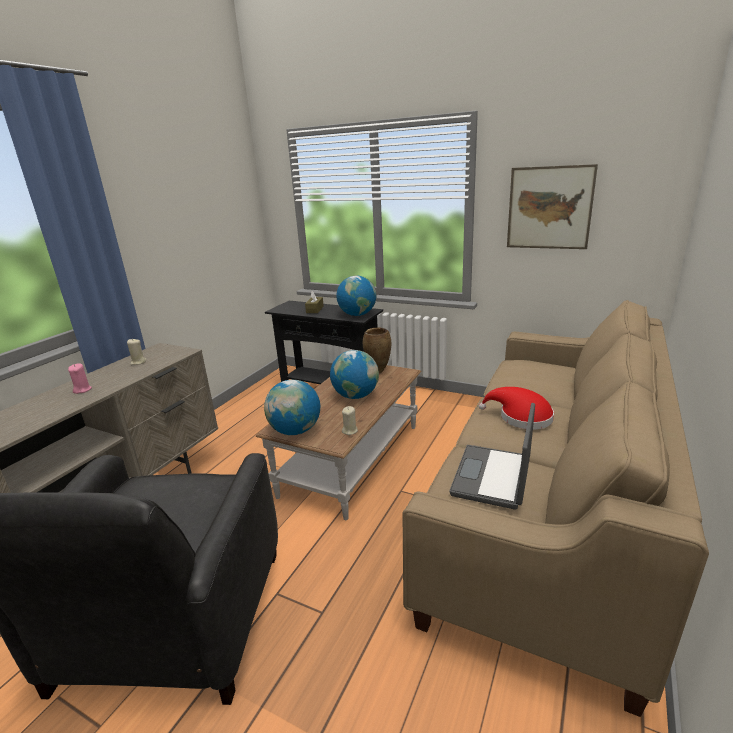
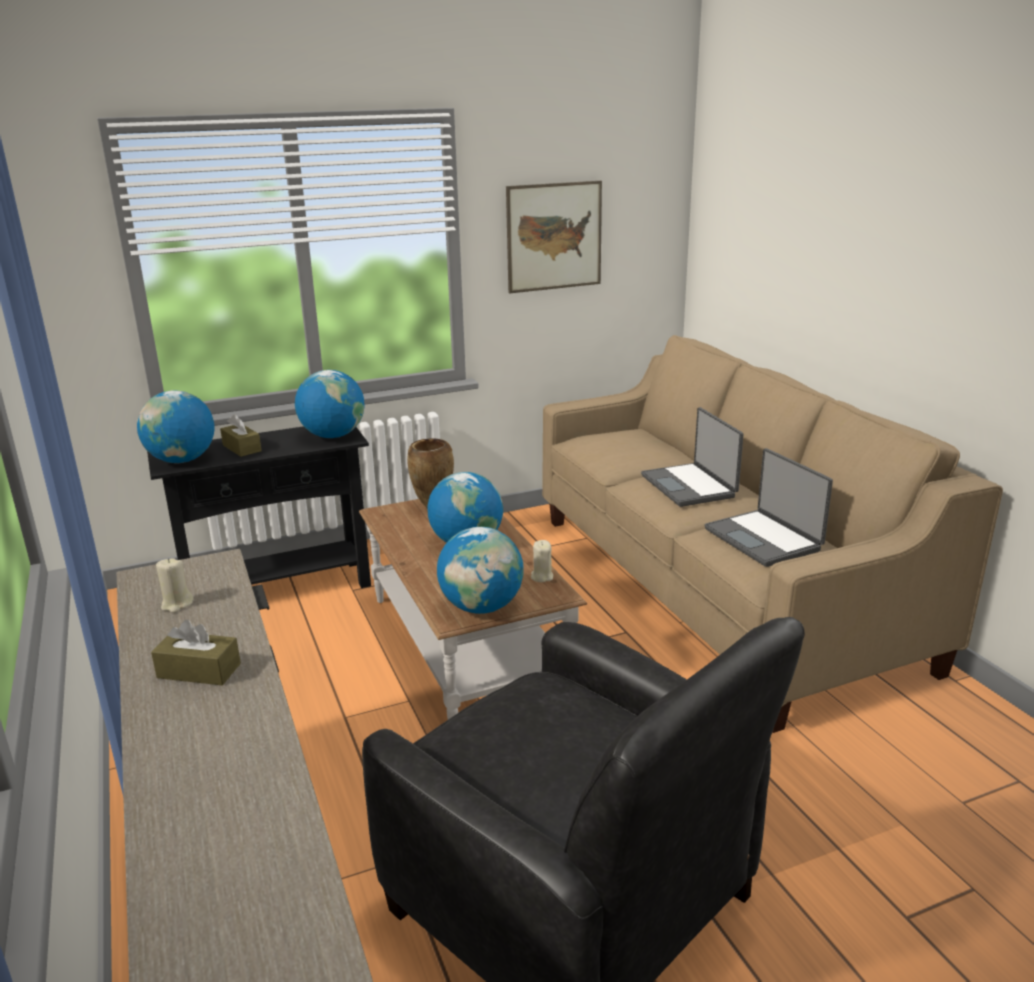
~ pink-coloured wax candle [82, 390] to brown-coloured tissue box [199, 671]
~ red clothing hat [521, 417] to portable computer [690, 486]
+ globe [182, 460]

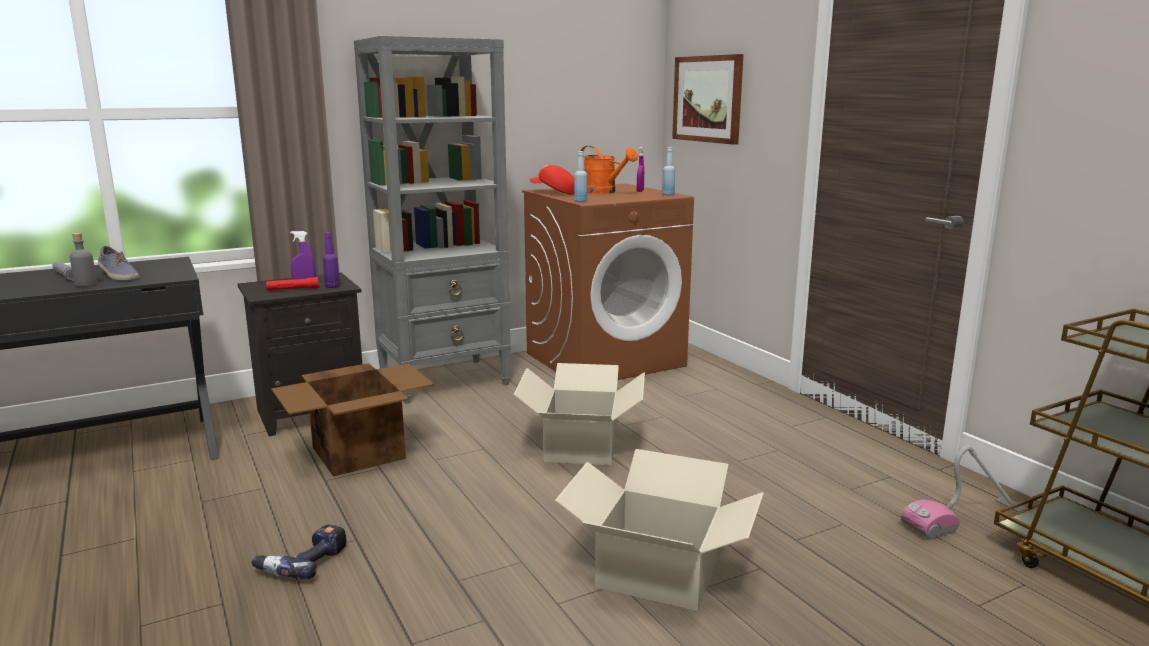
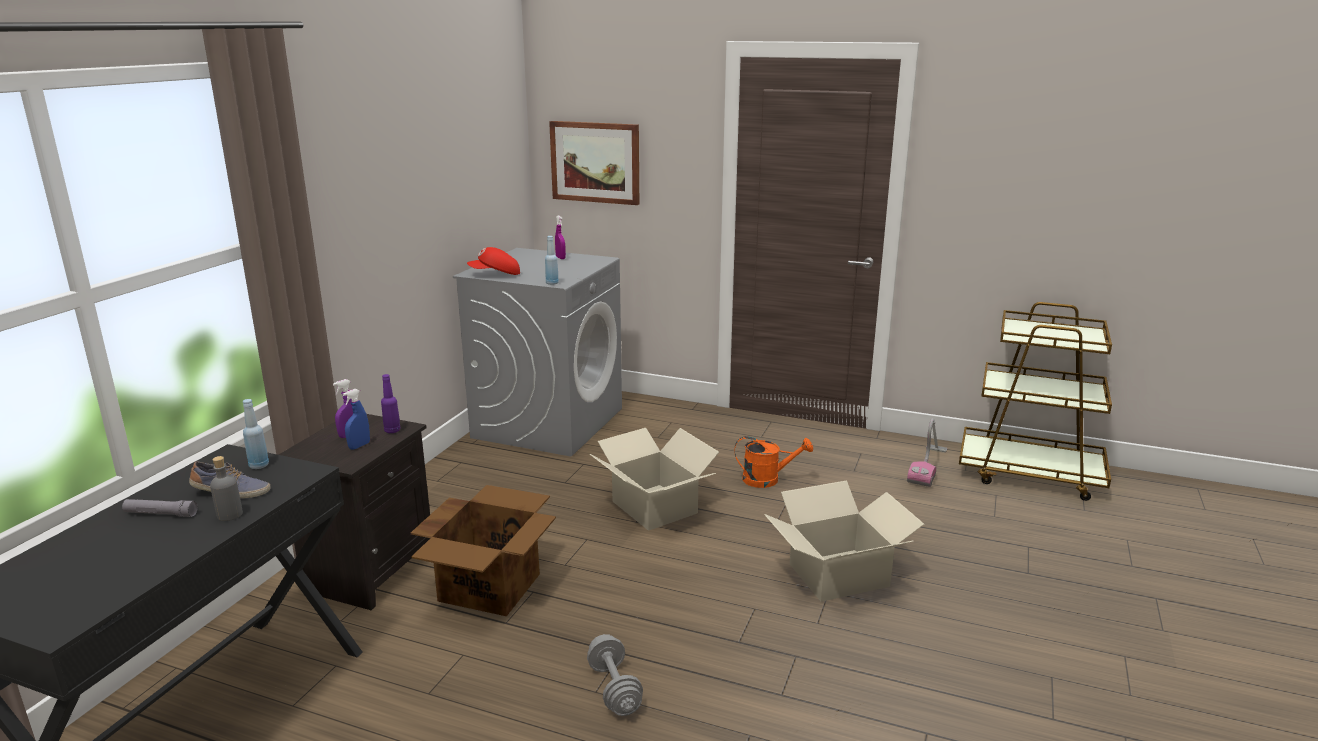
- gray bookshelf [445, 380]
~ orangey watering can [604, 192] to [767, 479]
~ bluish beverage bottle [668, 194] to [259, 465]
~ brown-coloured laundry machine [605, 359] to gray laundry machine [548, 422]
~ red hand torch [293, 289] to bluish spray bottle [359, 446]
~ power drill [303, 562] to gray hand weight [614, 689]

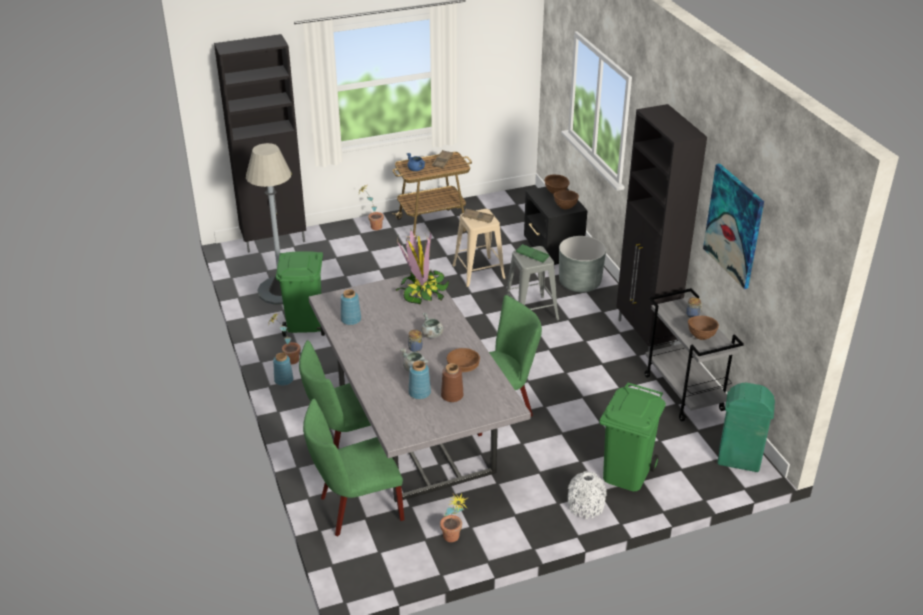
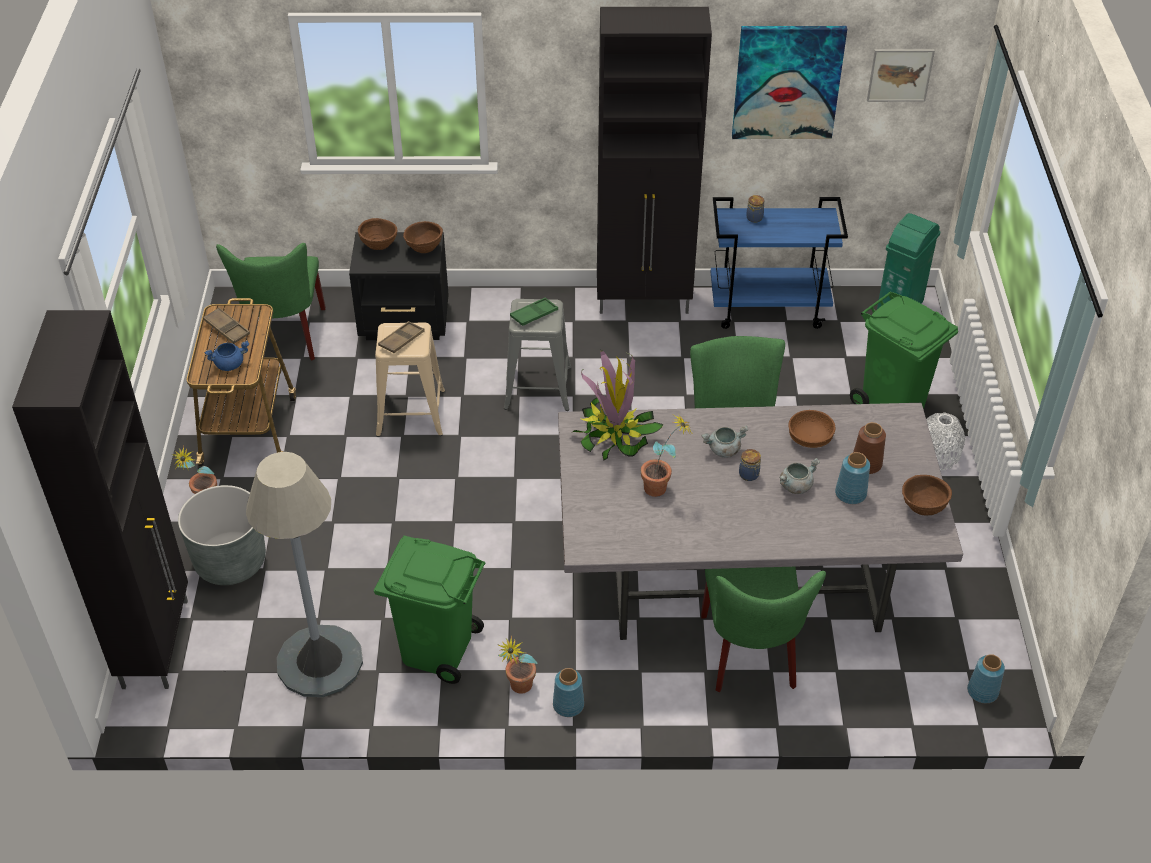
~ gray flower pot [580, 283] to [230, 561]
~ gray wheeled cart [684, 393] to bluish wheeled cart [769, 308]
~ bluish decorative vase [351, 320] to [982, 691]
~ brown-coloured deep dish [701, 337] to [922, 509]
~ greenish plain chair [356, 509] to [285, 338]
~ potted plant [453, 539] to [662, 487]
+ wall picture [900, 74]

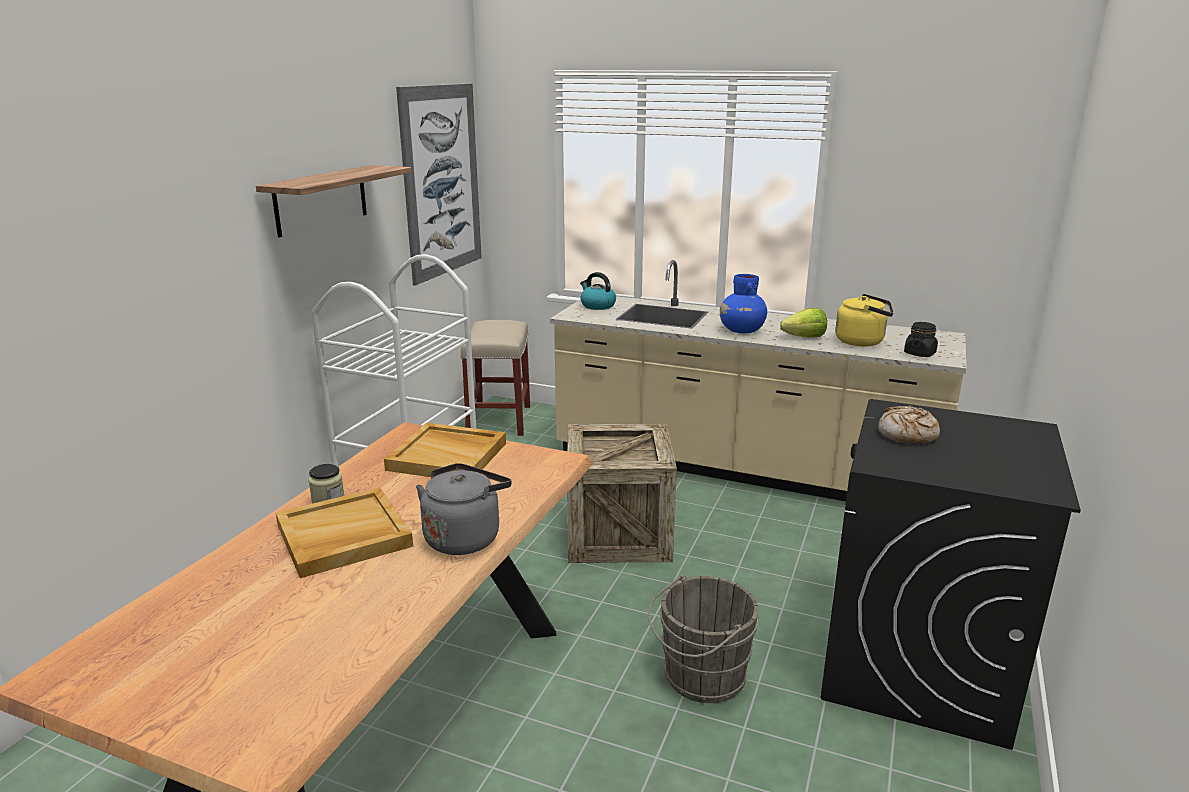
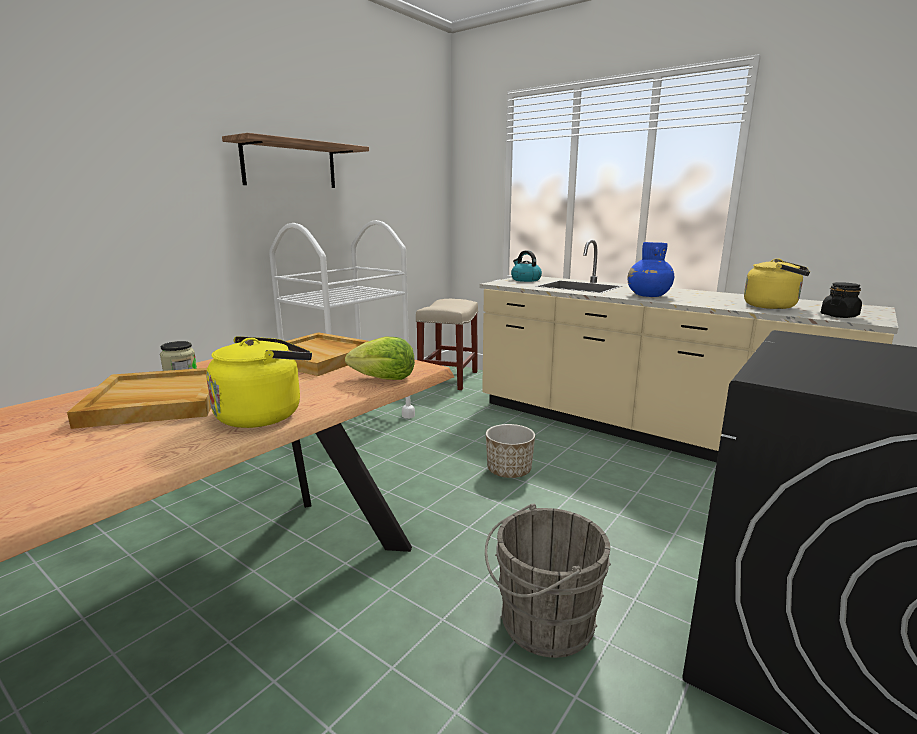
- wall picture [441, 181]
~ head of lettuce [805, 337] to [384, 379]
- bread [907, 434]
~ crate [618, 534] to flower pot [509, 471]
~ gray water kettle [464, 537] to yellowish water kettle [264, 414]

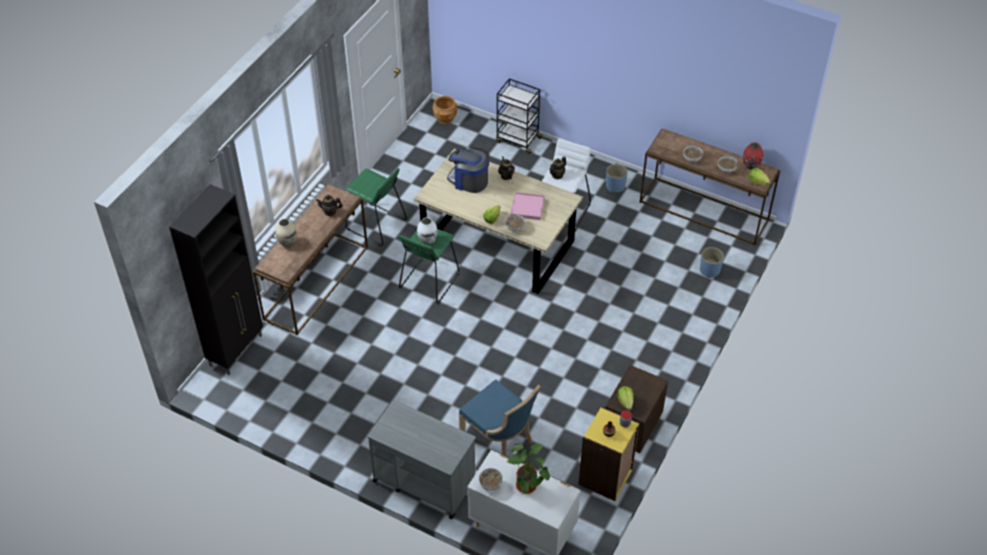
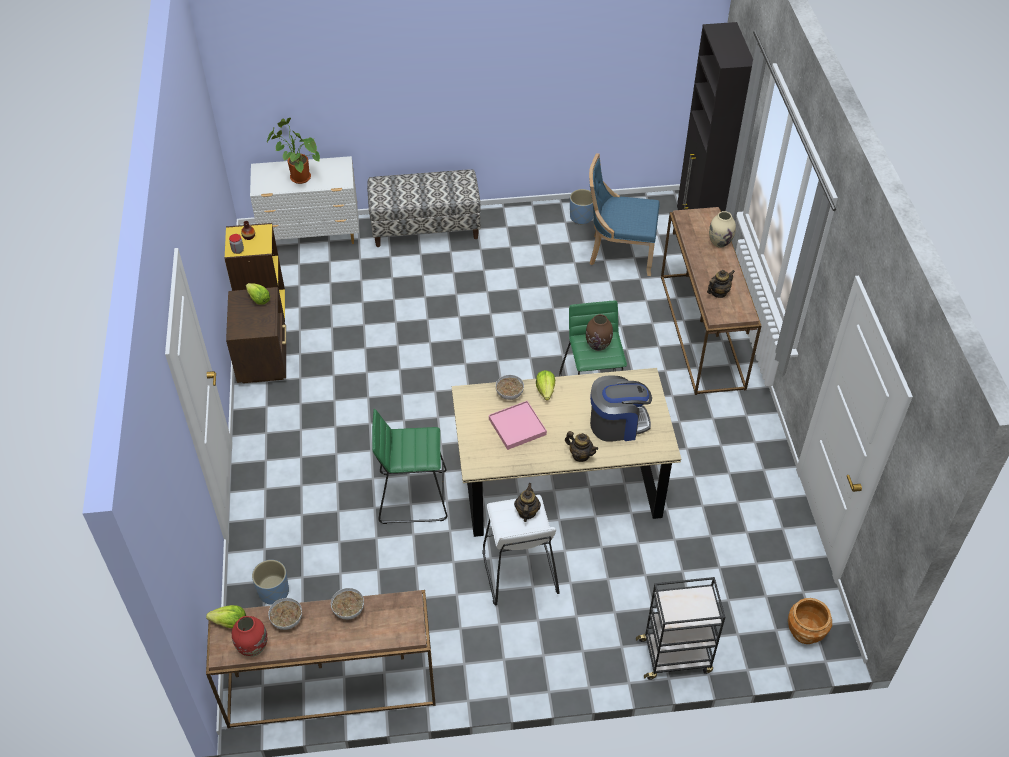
~ bluish flower pot [615, 186] to [581, 217]
~ greenish stool seat [376, 225] to [413, 496]
~ white-coloured decorative vase [427, 240] to brown-coloured decorative vase [598, 345]
~ bluish plain chair [499, 439] to [619, 253]
~ gray wheeled cart [423, 481] to long seat [425, 228]
- deep dish [491, 484]

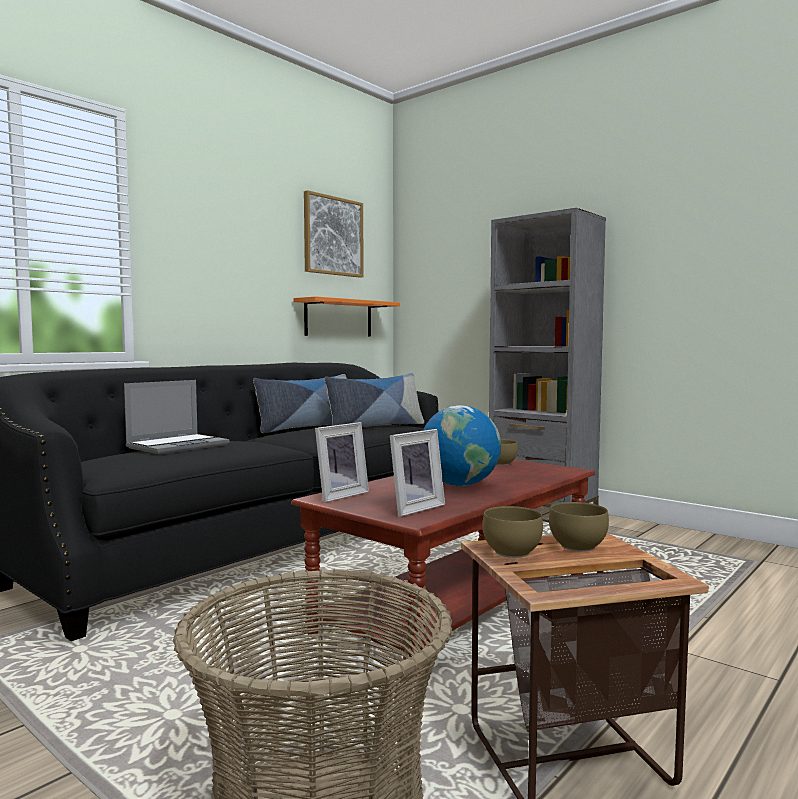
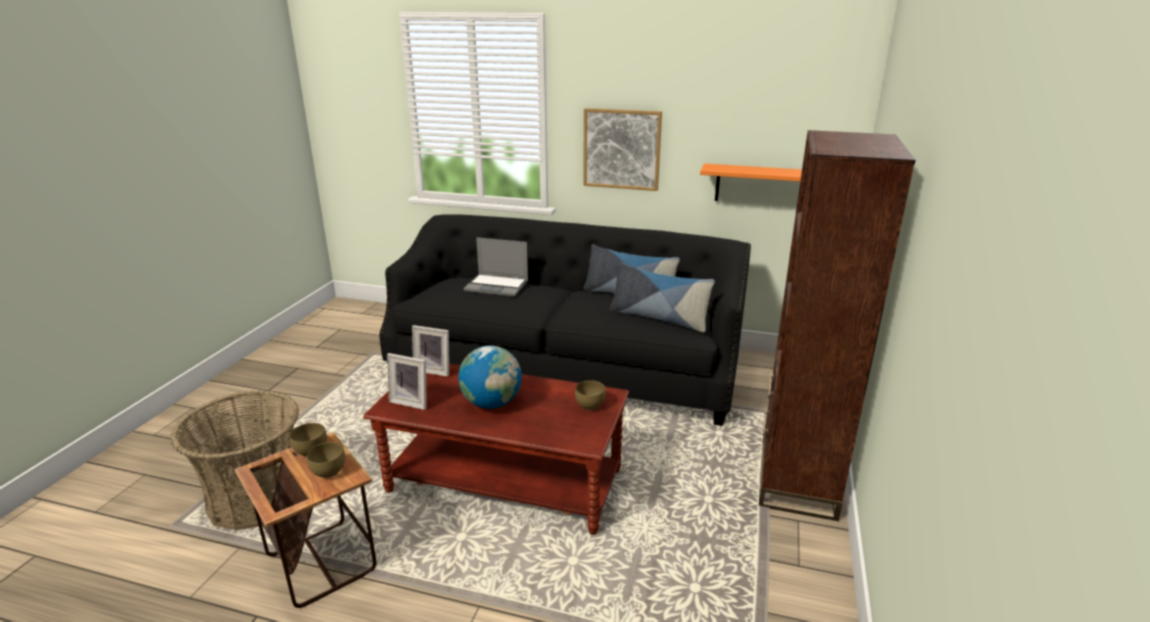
~ wall picture [333, 236] to [622, 149]
~ gray bookshelf [542, 513] to brown-coloured bookshelf [796, 479]

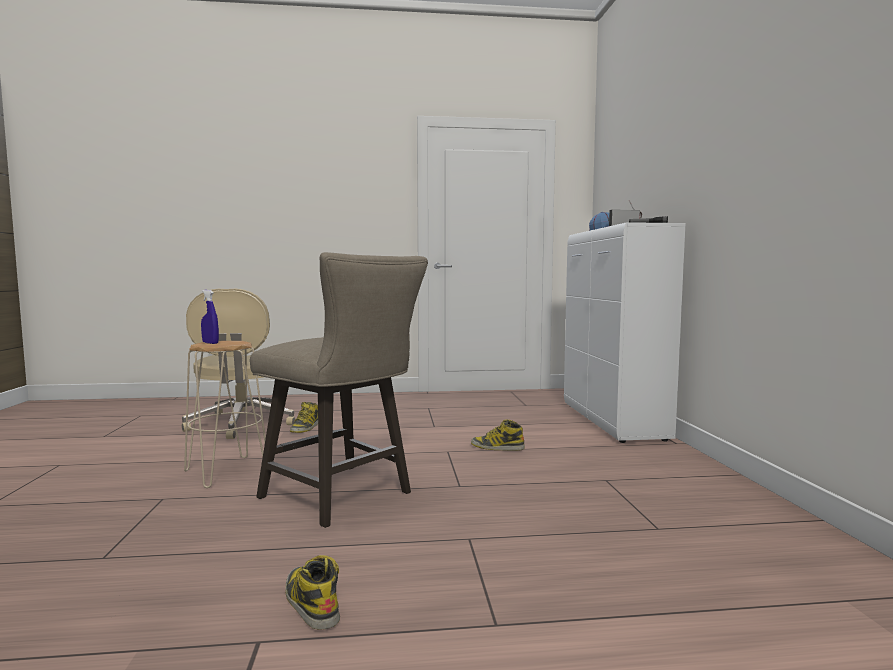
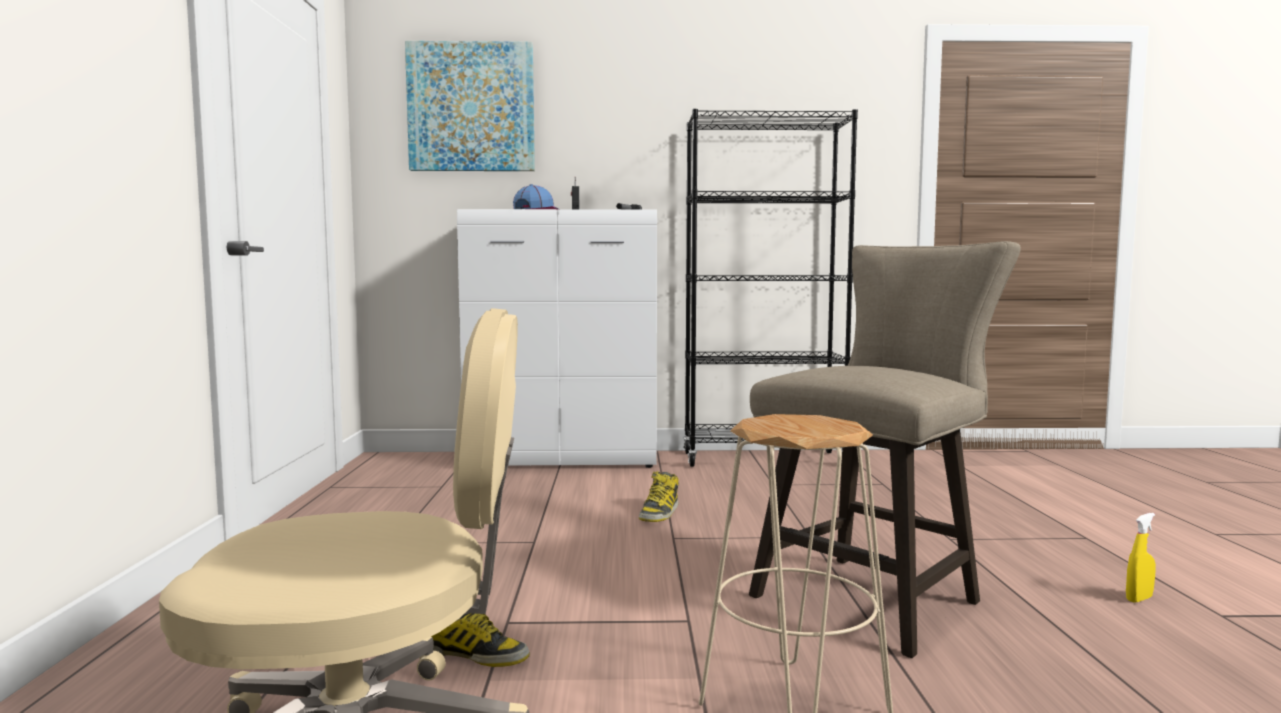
- bluish spray bottle [210, 343]
~ boot [310, 602] to yellowish spray bottle [1139, 599]
+ wall picture [471, 107]
+ black bookshelf [763, 459]

